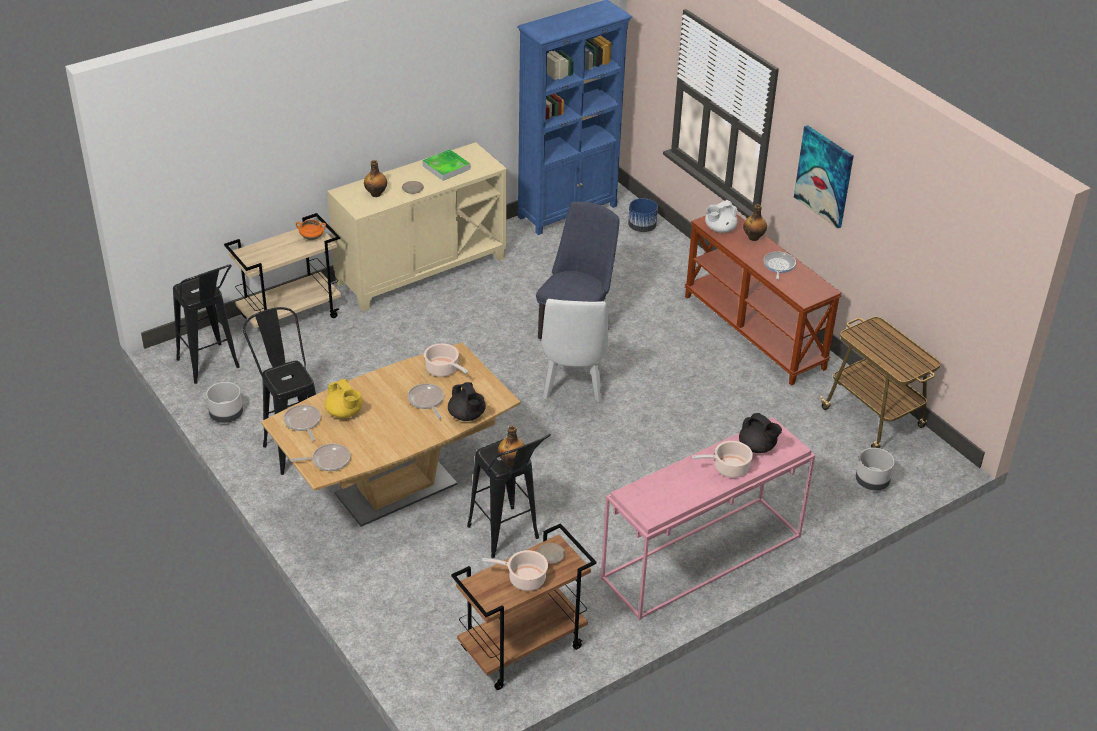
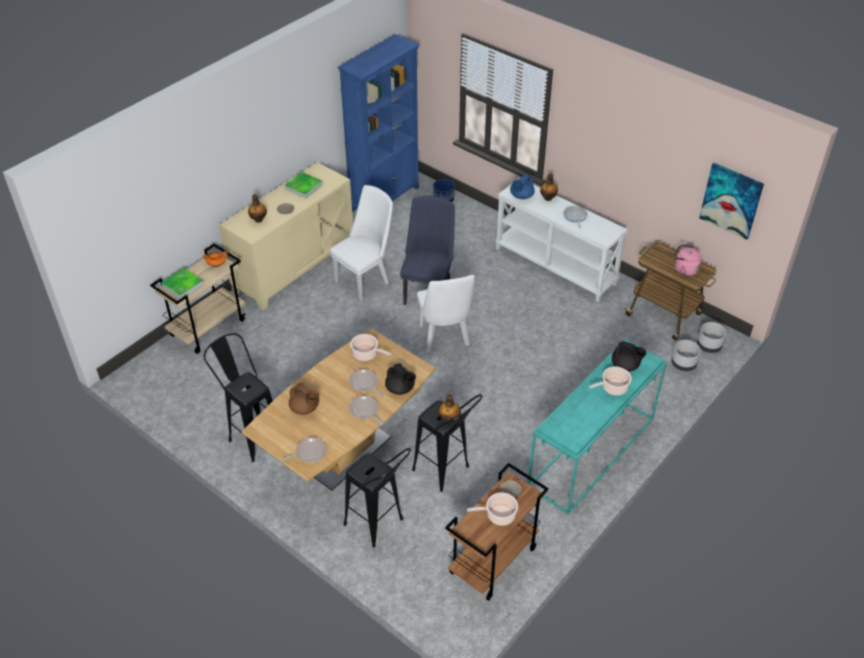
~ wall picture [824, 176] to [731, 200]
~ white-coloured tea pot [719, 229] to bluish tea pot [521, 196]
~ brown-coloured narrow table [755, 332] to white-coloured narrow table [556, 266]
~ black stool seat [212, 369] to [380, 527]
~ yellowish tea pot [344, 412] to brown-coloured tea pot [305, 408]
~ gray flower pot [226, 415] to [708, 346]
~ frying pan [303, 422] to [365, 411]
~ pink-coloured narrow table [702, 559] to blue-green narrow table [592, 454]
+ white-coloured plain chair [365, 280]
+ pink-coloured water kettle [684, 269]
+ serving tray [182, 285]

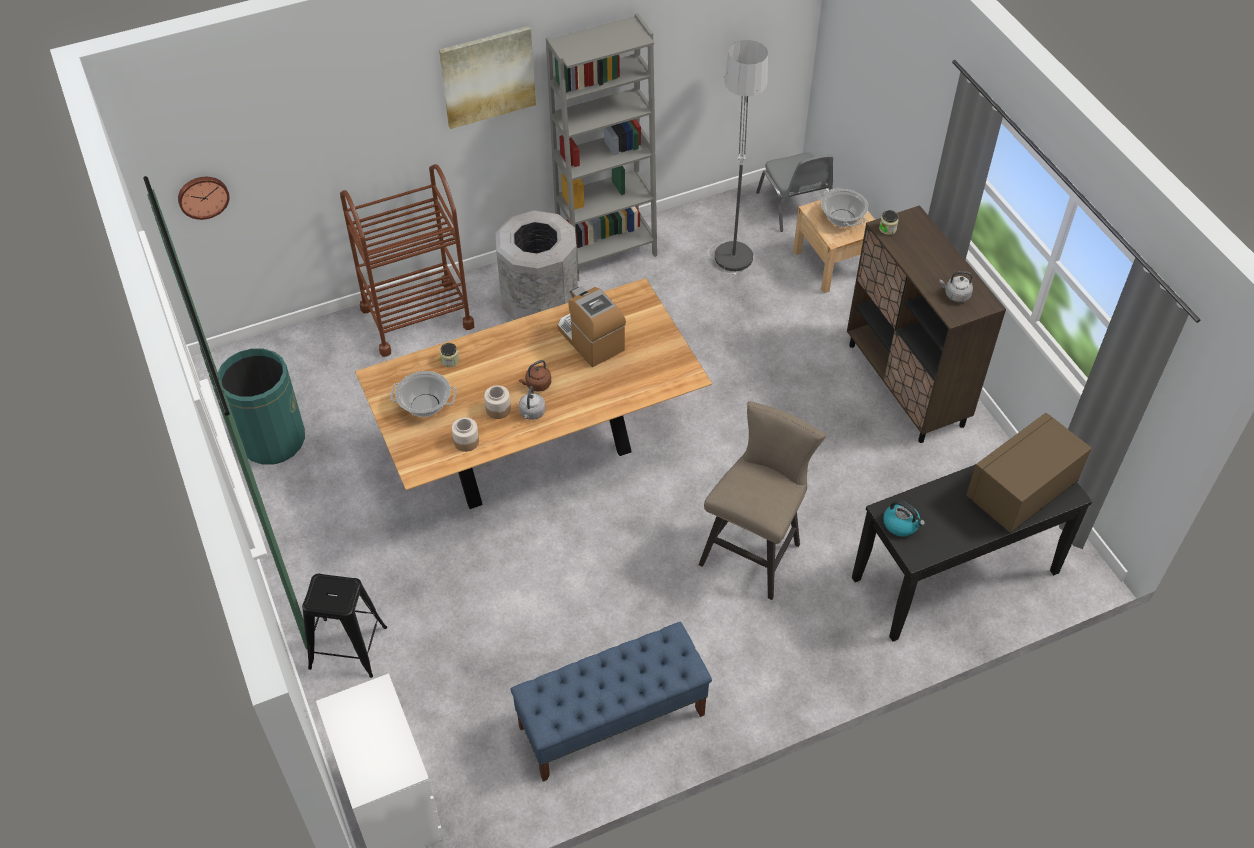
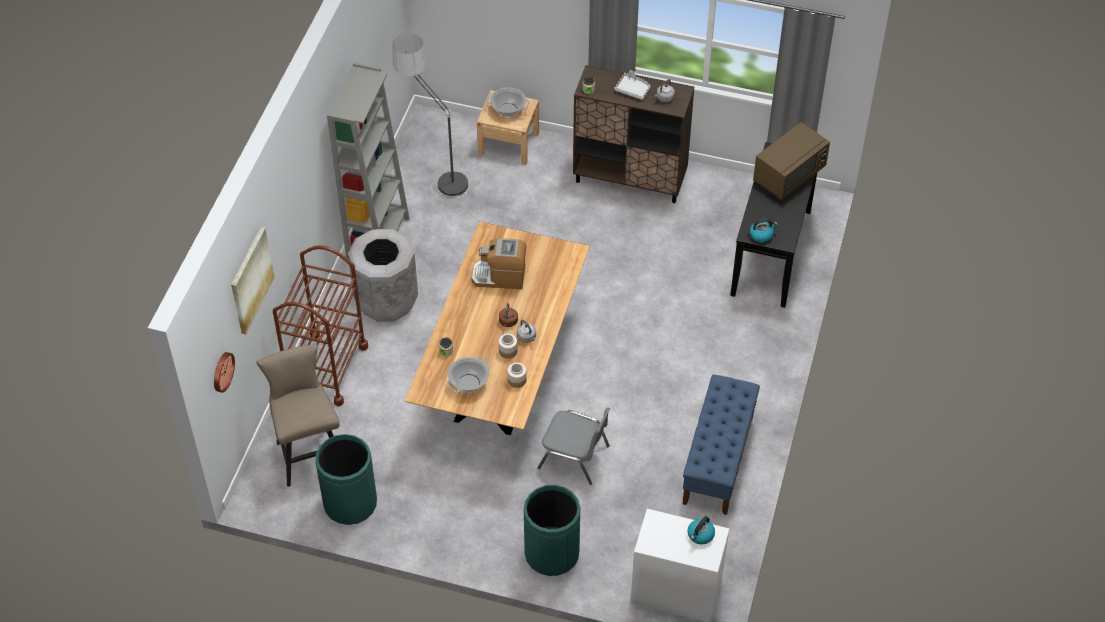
~ wall picture [488, 76] to [251, 280]
~ gray plain chair [795, 207] to [575, 457]
~ sand-coloured stool seat [754, 550] to [308, 452]
~ brown-coloured kitchen microwave [1021, 492] = [789, 174] 135 degrees counterclockwise
~ black stool seat [348, 647] to greenish waste bin [552, 554]
+ gray serving tray [632, 89]
+ water kettle [700, 535]

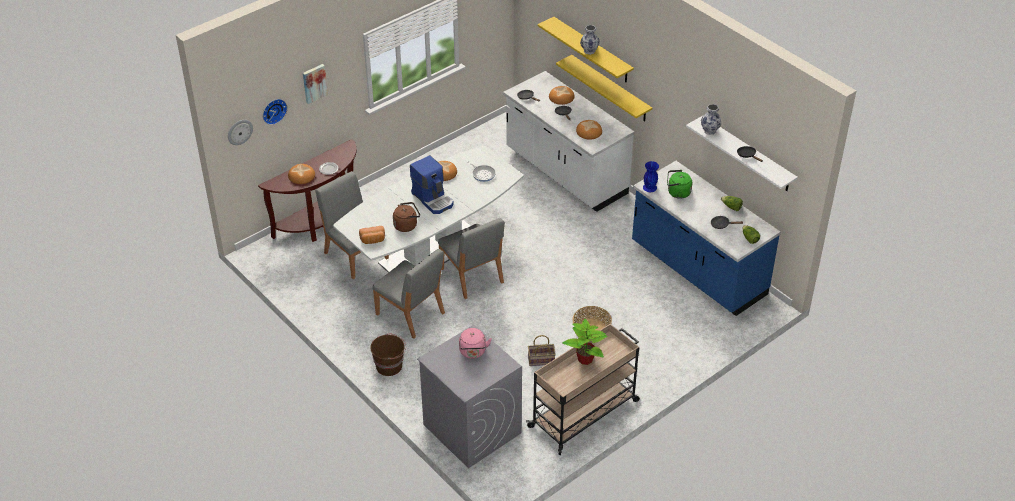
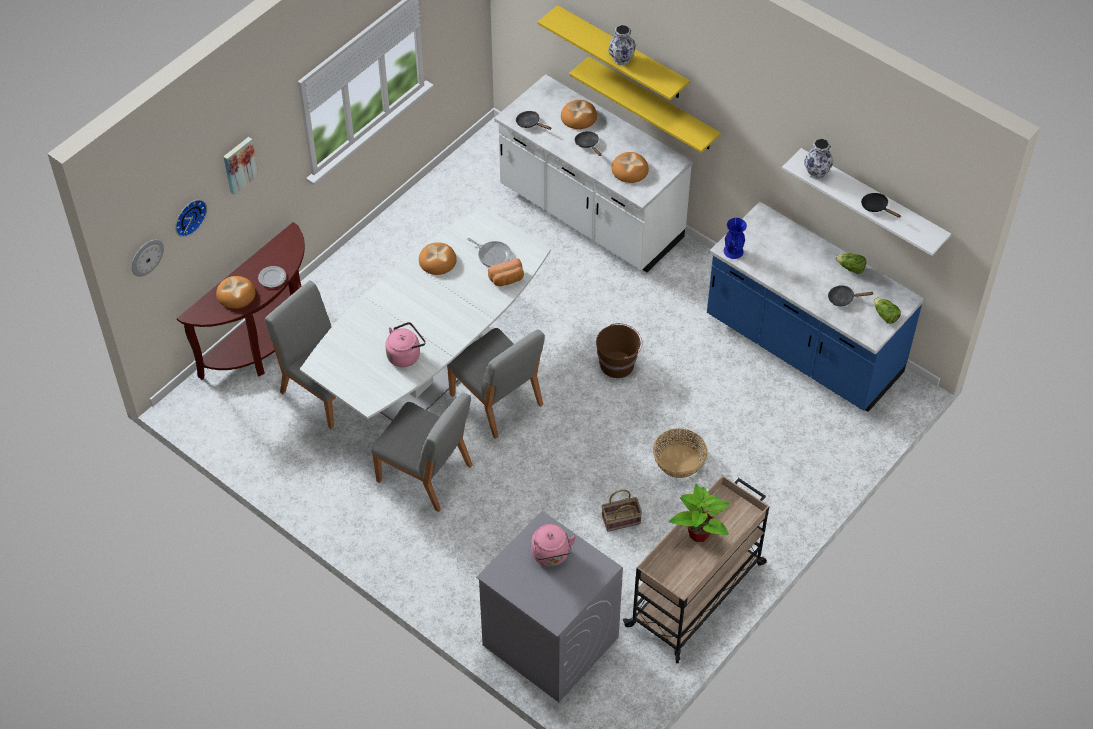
- coffee maker [433, 199]
- greenish water kettle [677, 193]
~ brown-coloured water kettle [406, 225] to pink-coloured water kettle [405, 355]
~ bread [373, 240] to [507, 279]
~ brown-coloured bucket [389, 366] to [617, 364]

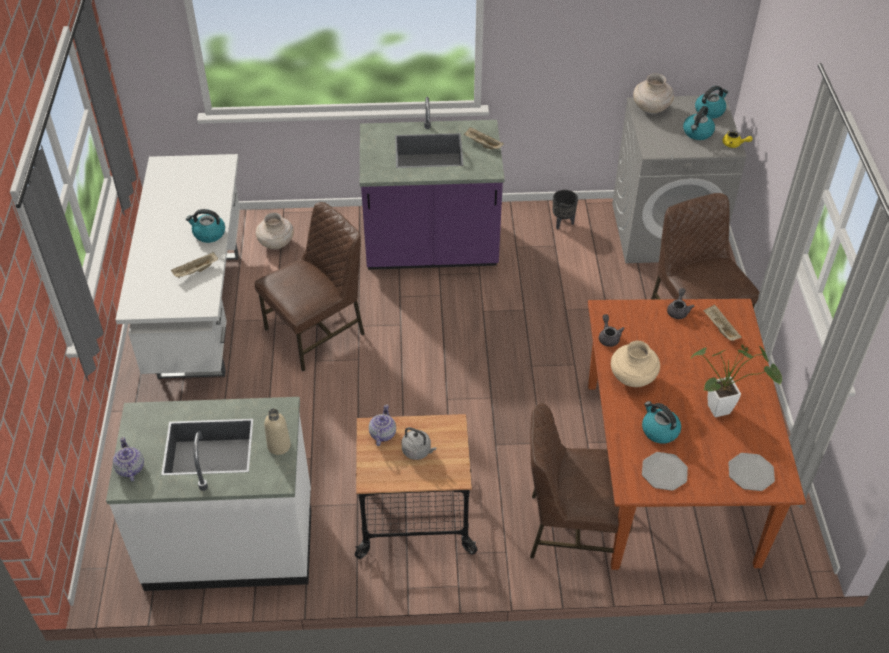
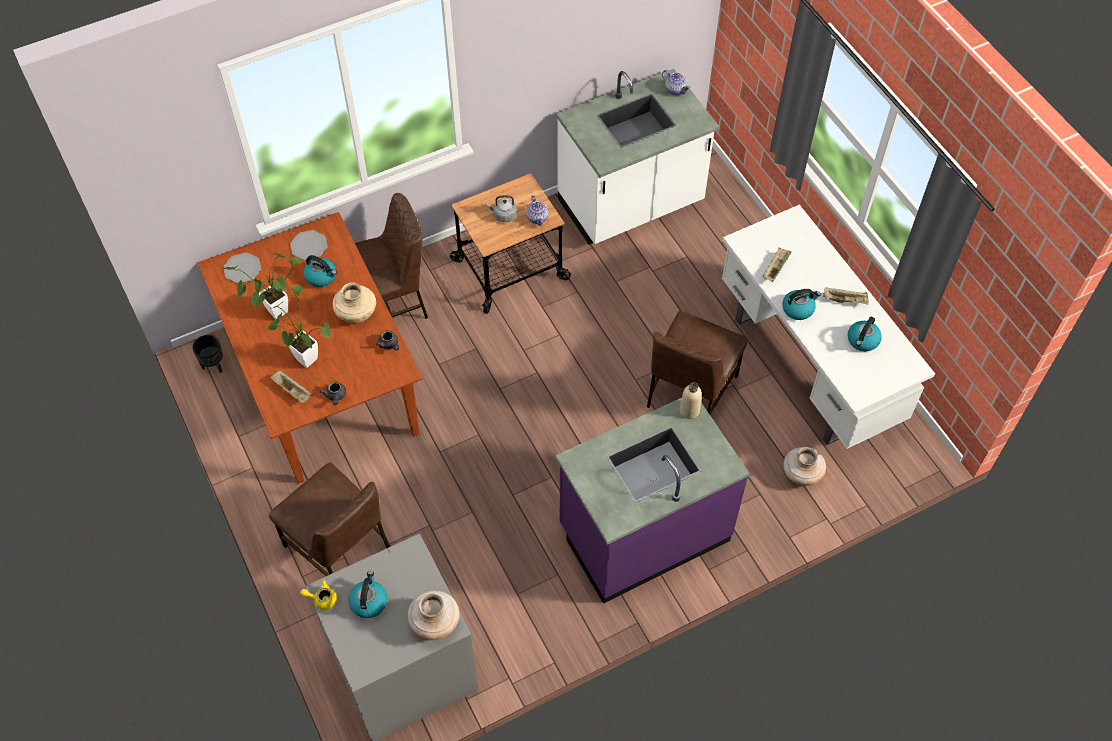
~ water kettle [709, 111] to [862, 341]
~ sand-coloured serving tray [482, 144] to [845, 300]
~ black flower pot [563, 223] to [213, 365]
~ sand-coloured beverage bottle [279, 446] to [689, 410]
+ potted plant [304, 356]

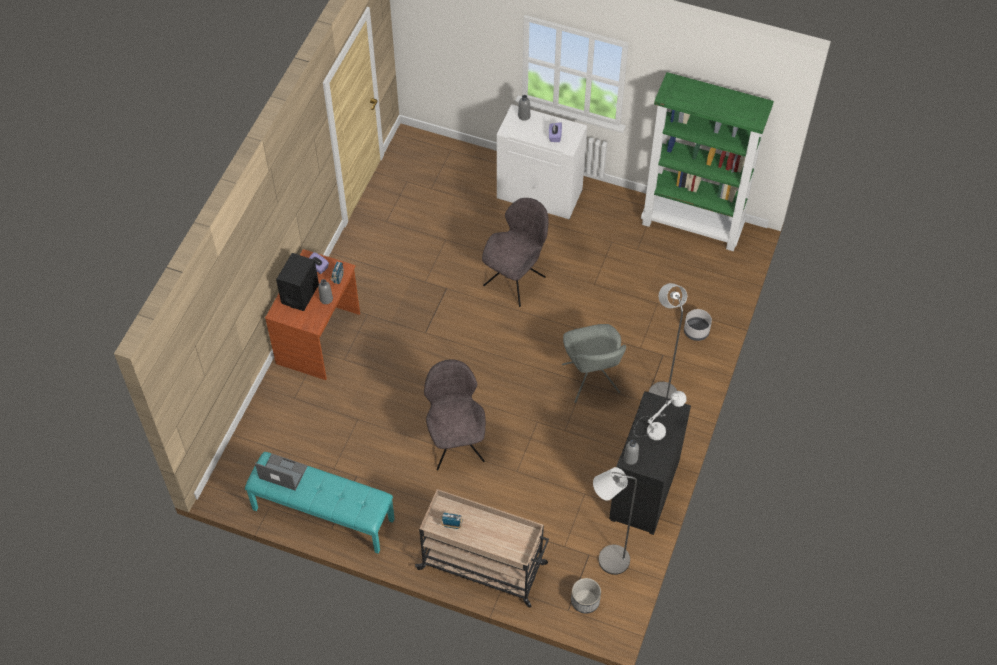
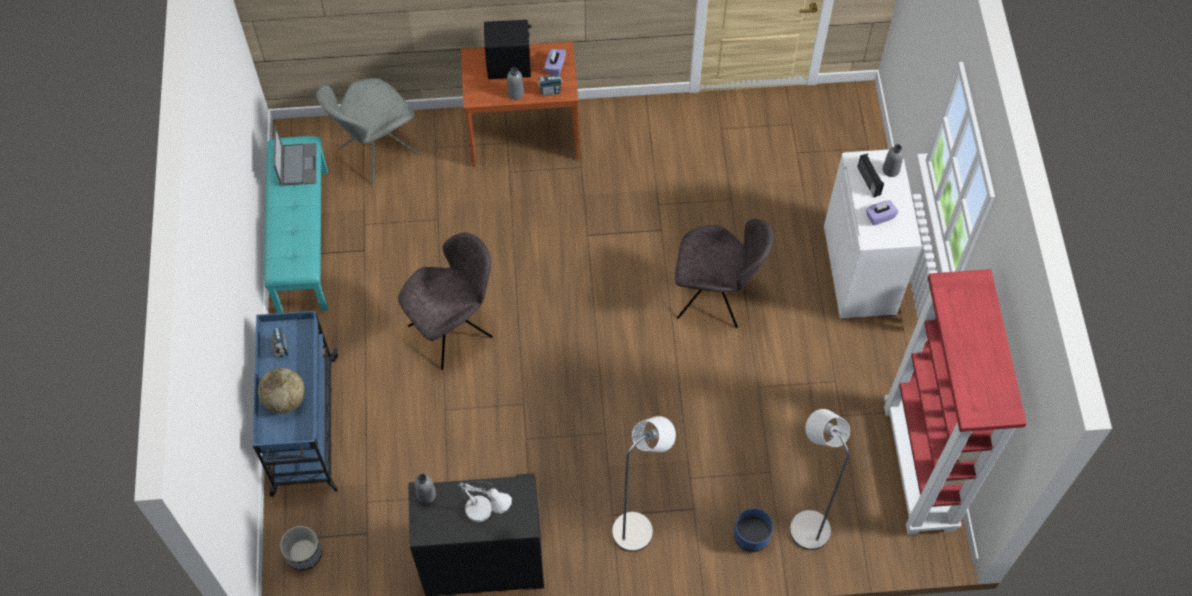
~ greenish bookshelf [693, 225] to red bookshelf [919, 468]
~ gray flower pot [696, 331] to bluish flower pot [751, 535]
~ gray plain chair [591, 380] to [376, 153]
~ gray standard lamp [607, 560] to [805, 523]
~ sand-coloured wheeled cart [484, 566] to bluish wheeled cart [304, 426]
+ radio [868, 181]
+ globe [285, 400]

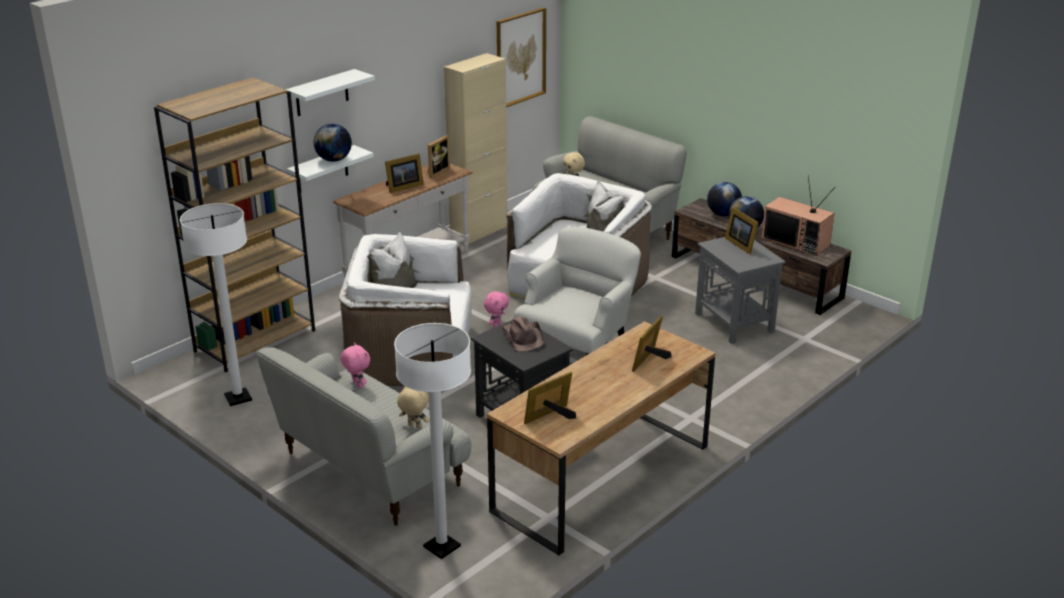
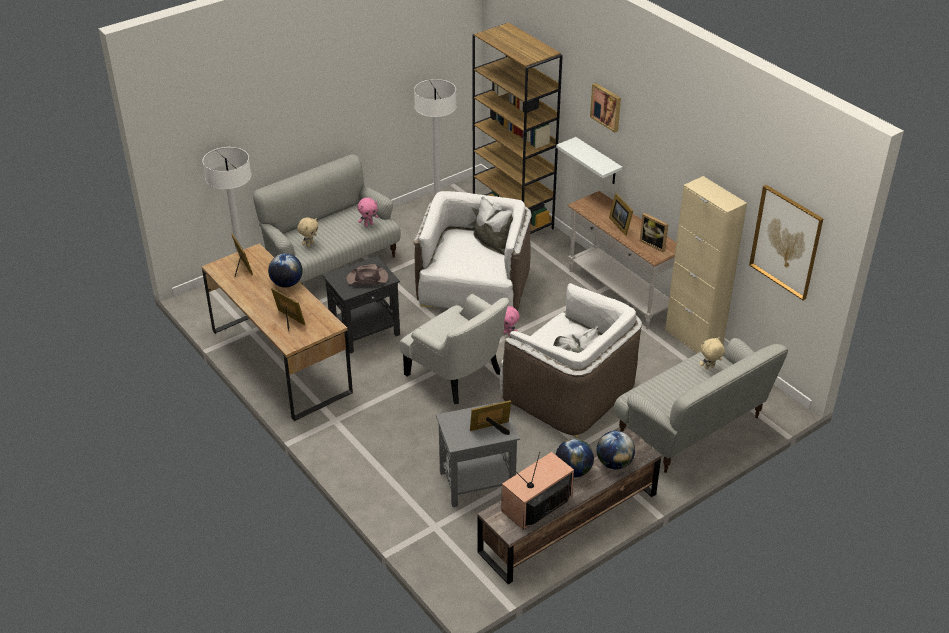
~ white-coloured wall shelf [322, 93] to wall picture [606, 107]
~ globe [334, 160] to [287, 284]

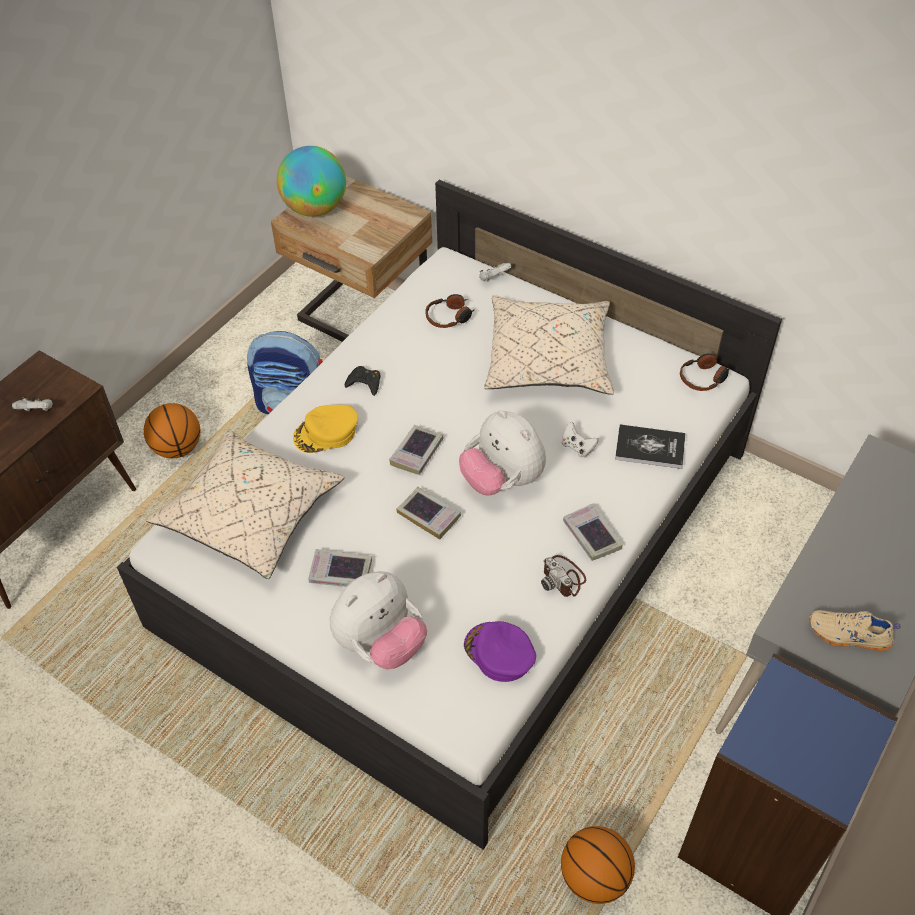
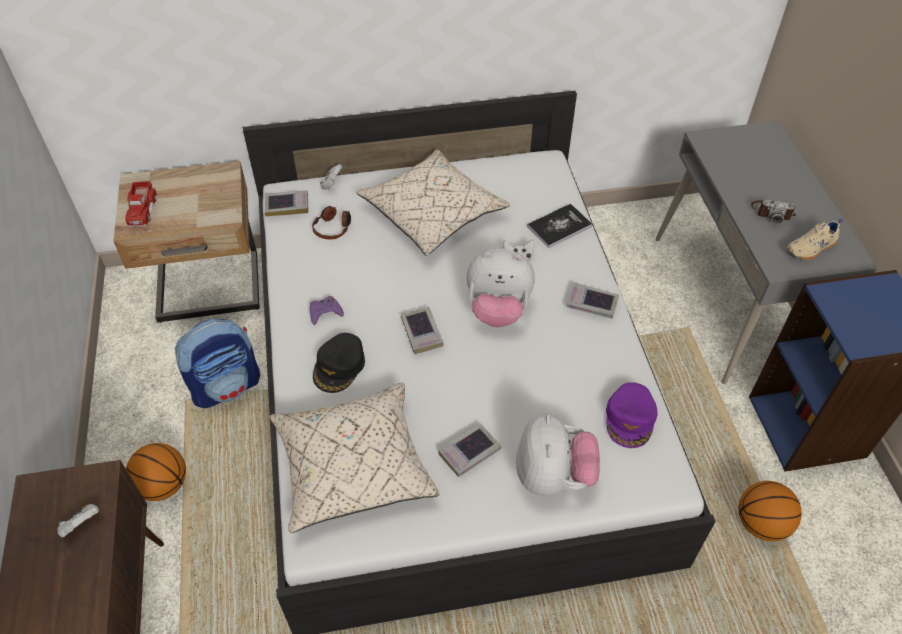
~ globe [315, 209] to toy lorry [142, 210]
- pair of headphones [703, 378]
~ black joypad [365, 383] to purple joypad [325, 312]
~ yellowish cap [326, 433] to black cap [339, 366]
~ book [429, 515] to [287, 206]
~ still camera [563, 578] to [772, 212]
~ purple cap [499, 653] = [630, 419] 75 degrees counterclockwise

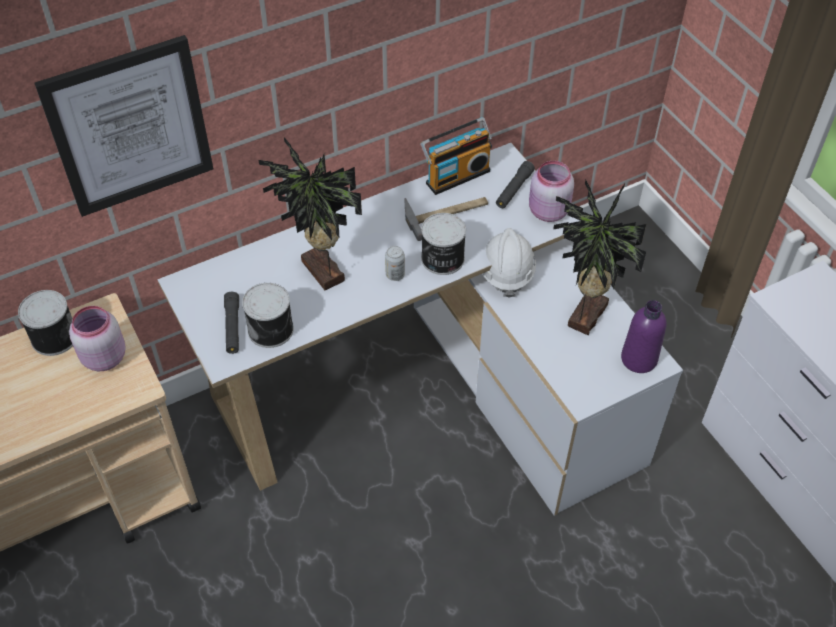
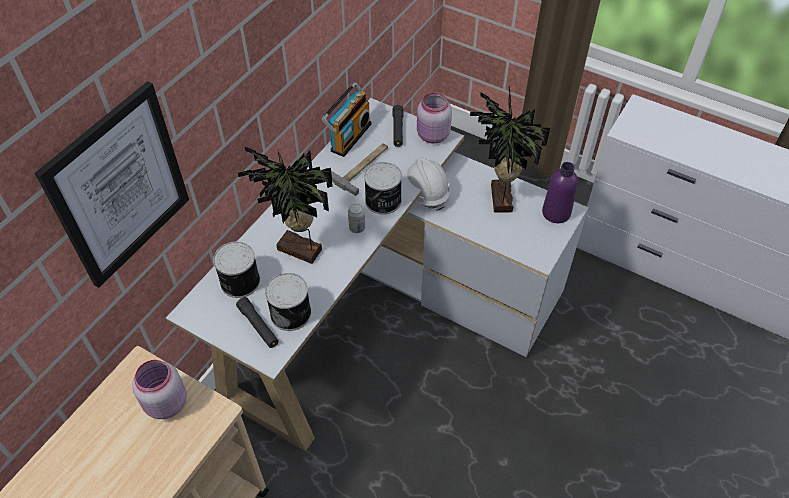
~ can [53, 337] to [239, 282]

